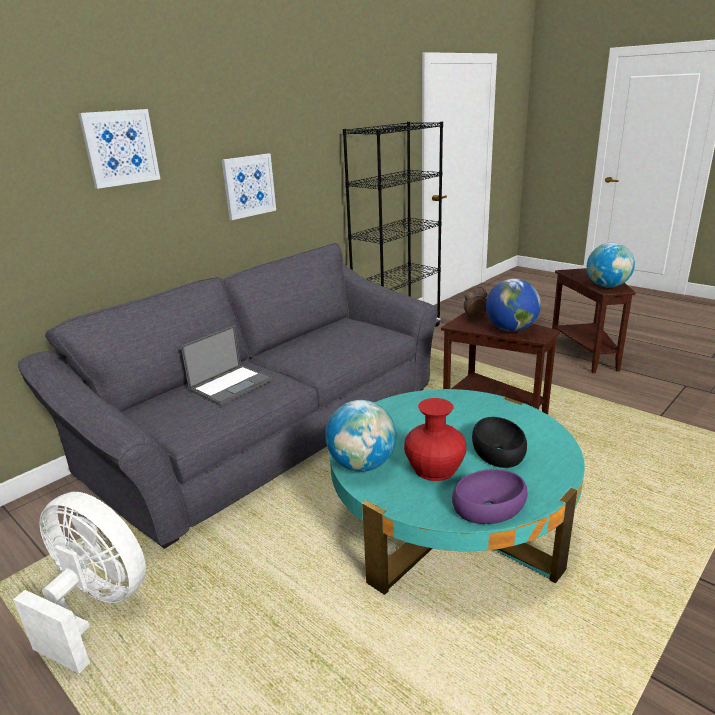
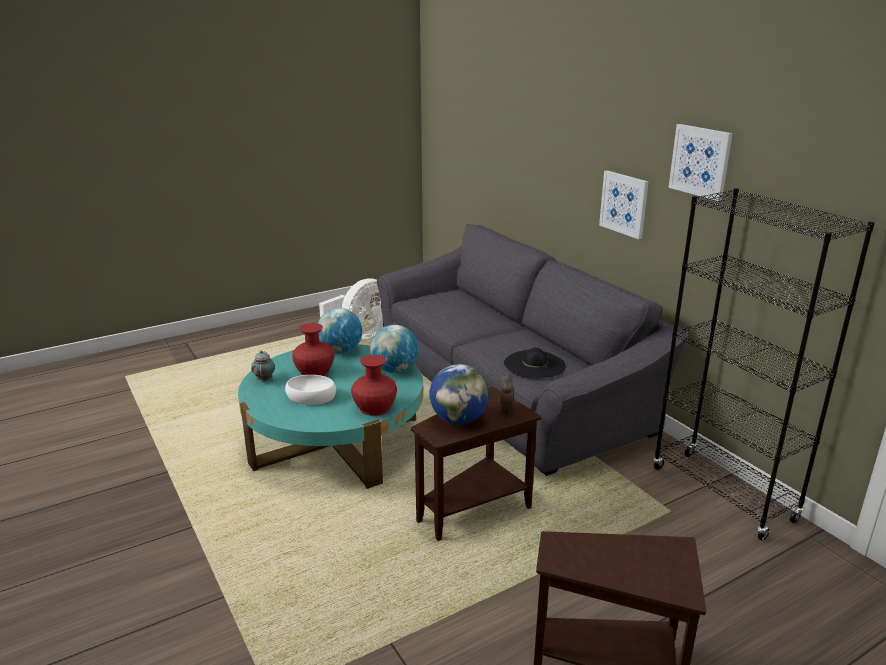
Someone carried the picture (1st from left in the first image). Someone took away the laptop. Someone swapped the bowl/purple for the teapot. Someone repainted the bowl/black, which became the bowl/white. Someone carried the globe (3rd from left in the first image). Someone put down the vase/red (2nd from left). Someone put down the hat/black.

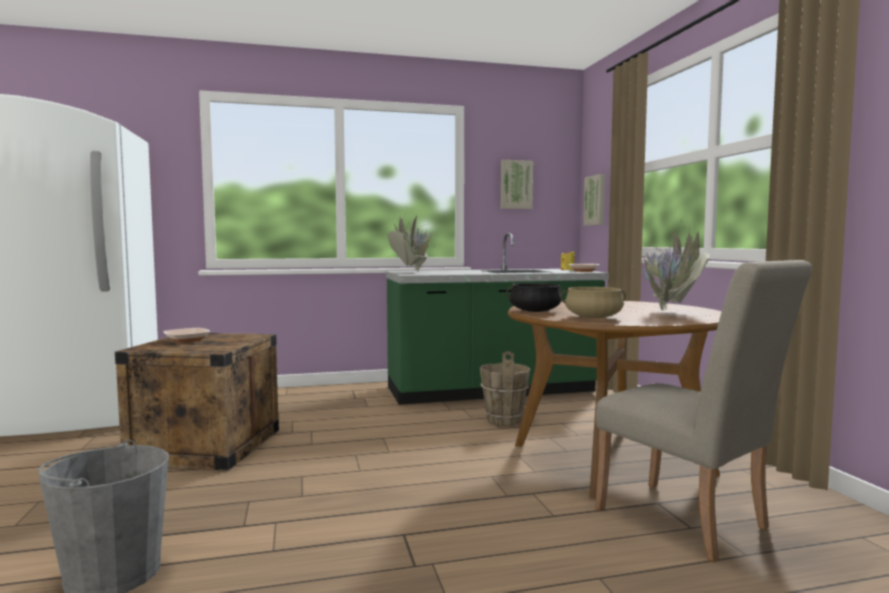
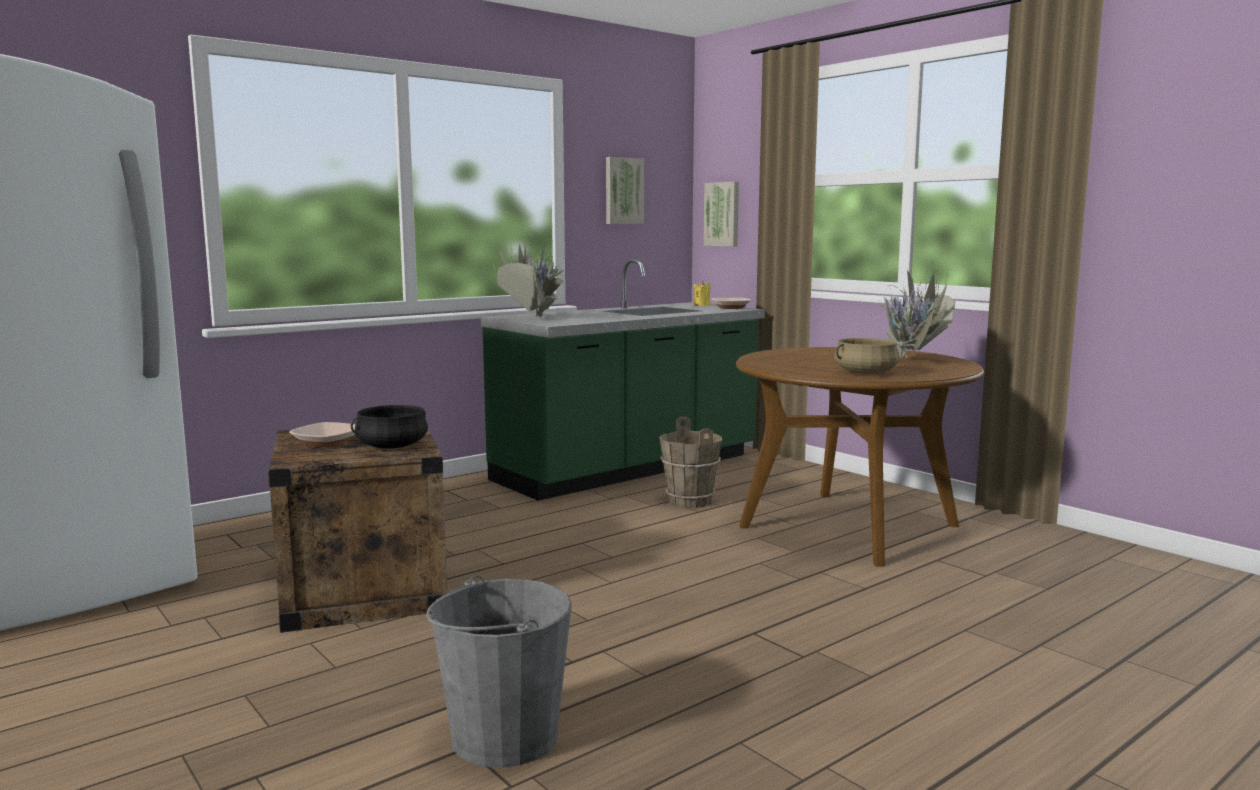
Someone carried the cooking pot/black. Someone took away the chair/beige.

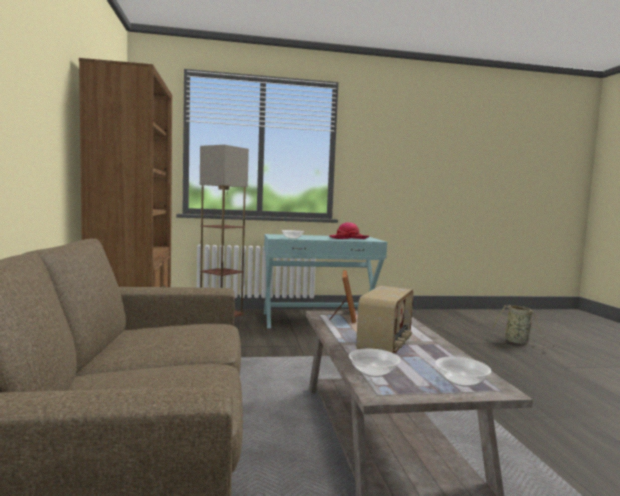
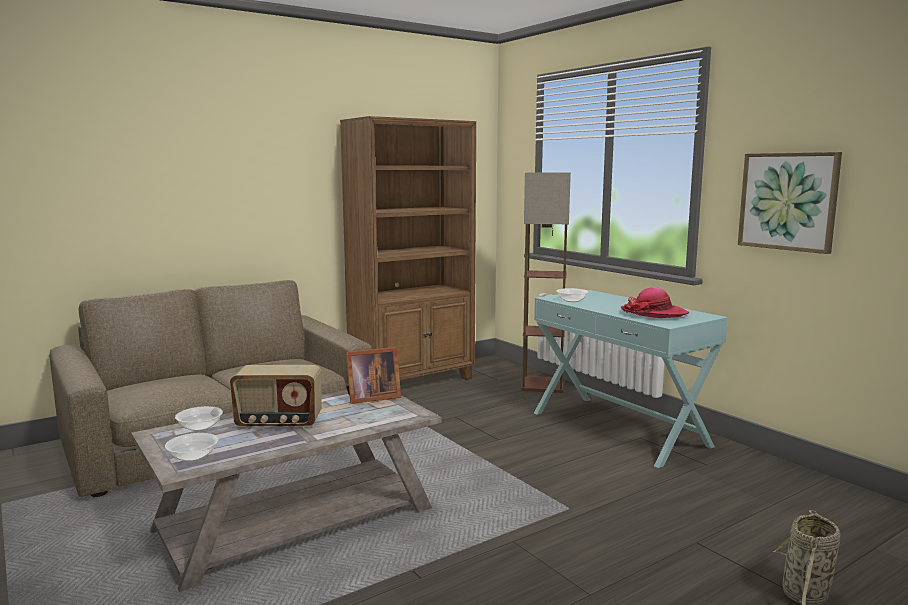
Someone put up the picture.

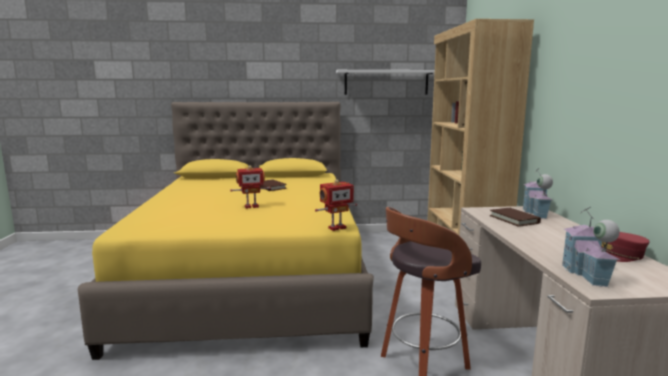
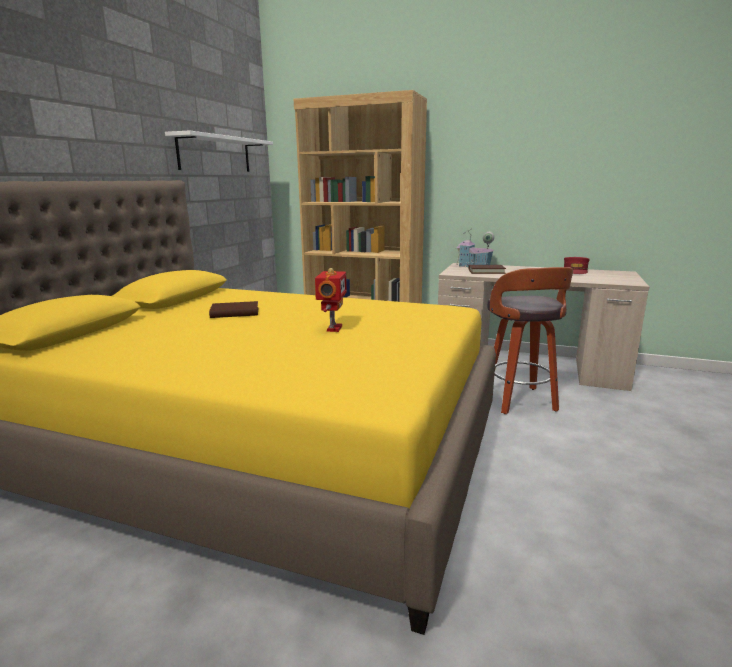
Someone took away the toy robot (2nd from left). Someone took away the toy house (2nd from left).

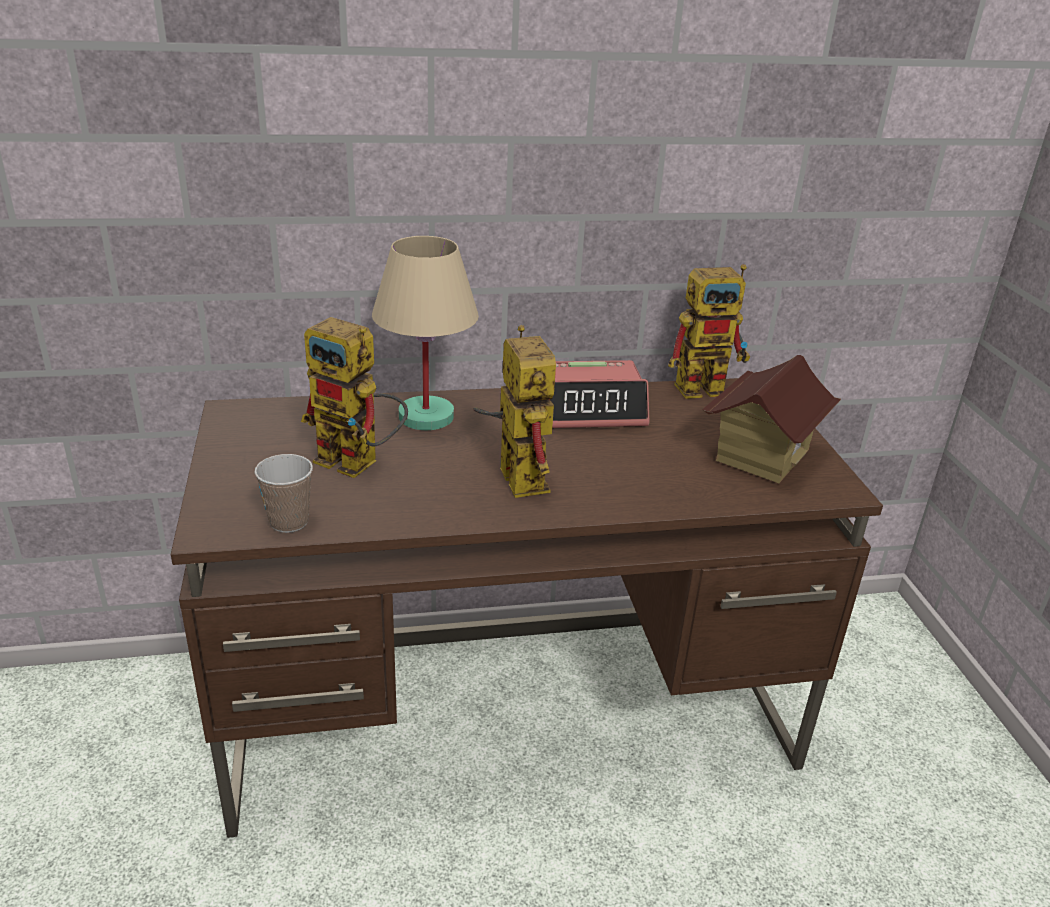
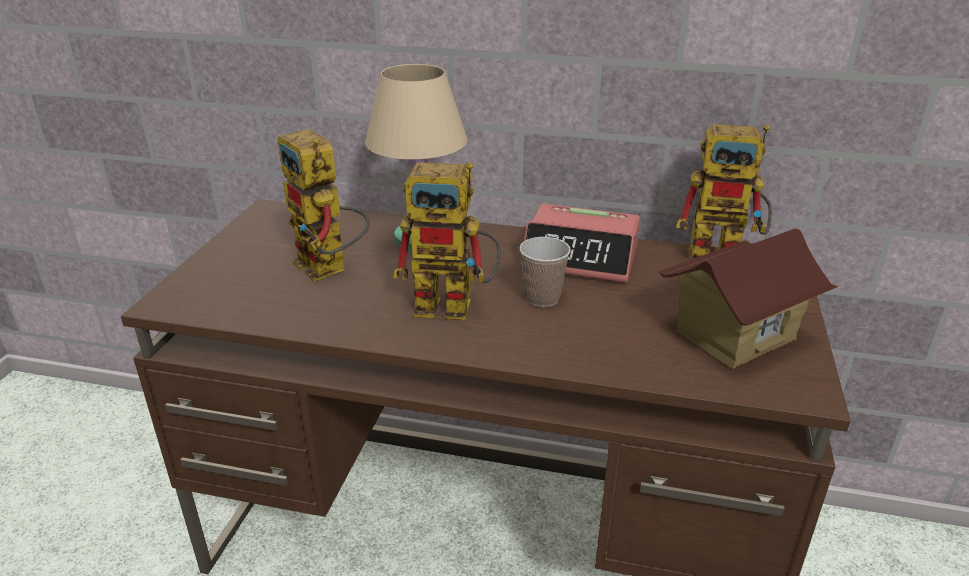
Someone carried the cup. Someone rotated the toy robot (2nd from left) by 90 degrees clockwise.

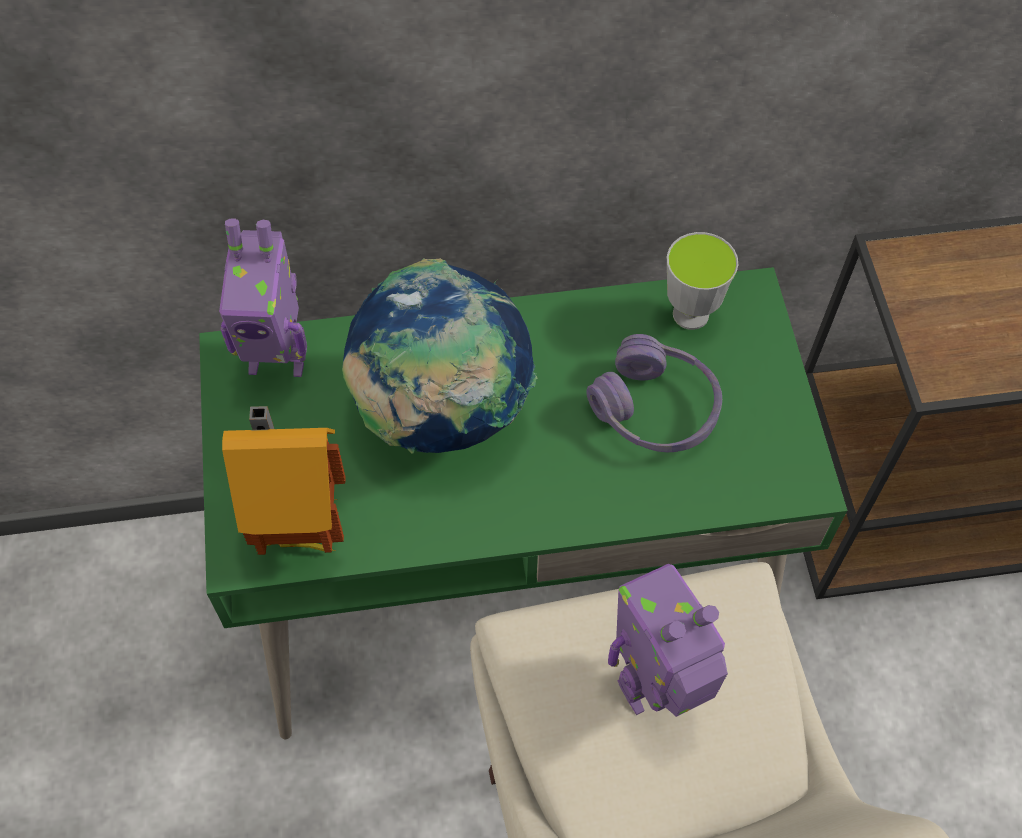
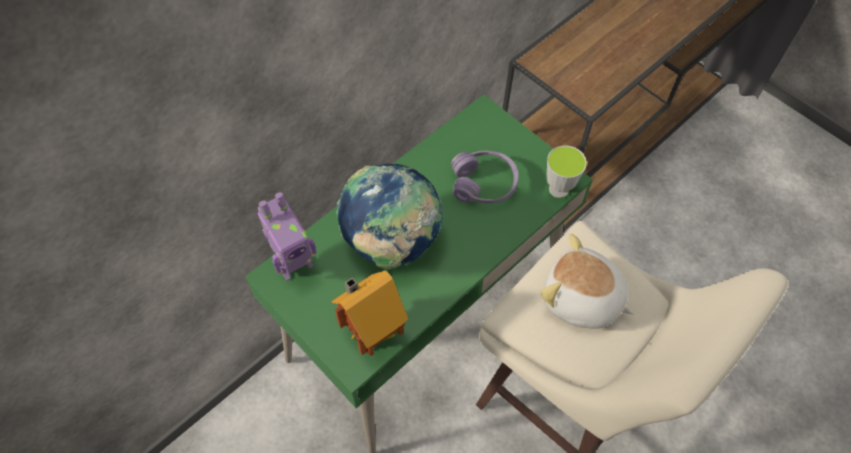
Someone swapped the toy robot (2nd from left) for the plush toy. Someone carried the cup.

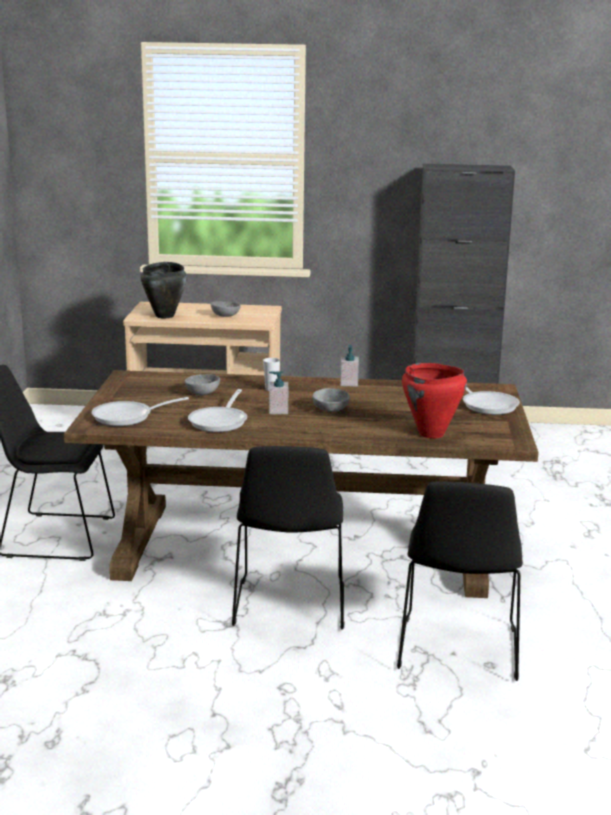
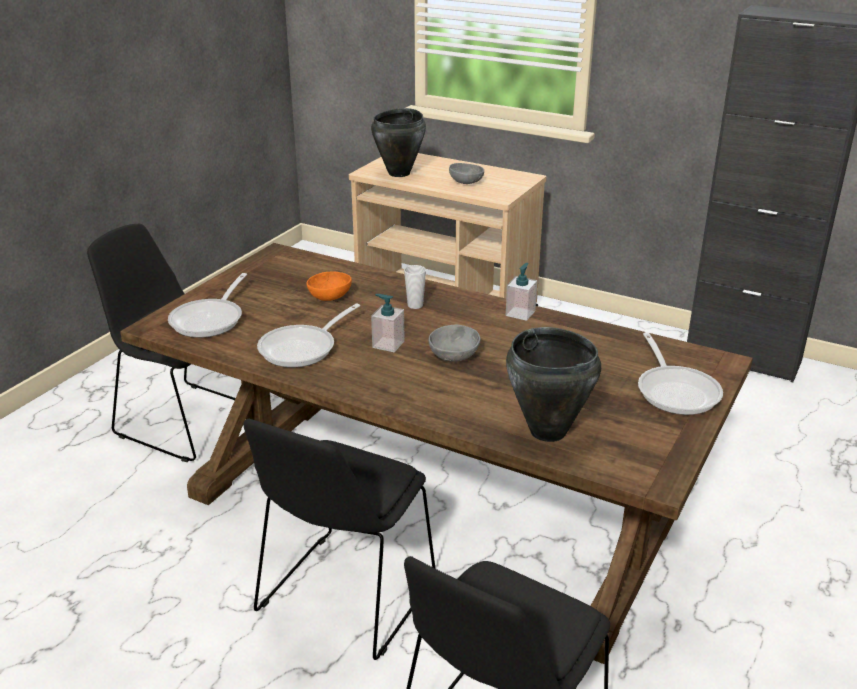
Someone rotated the frying pan (1st from left) by 75 degrees counterclockwise. Someone repainted the bowl/grey (1st from left), which became the bowl/orange. Someone repainted the cooking pot/red, which became the cooking pot/black (2nd from left).

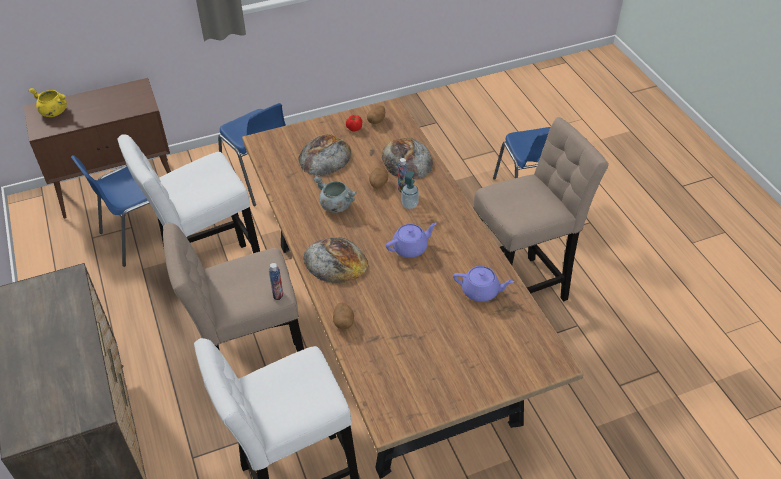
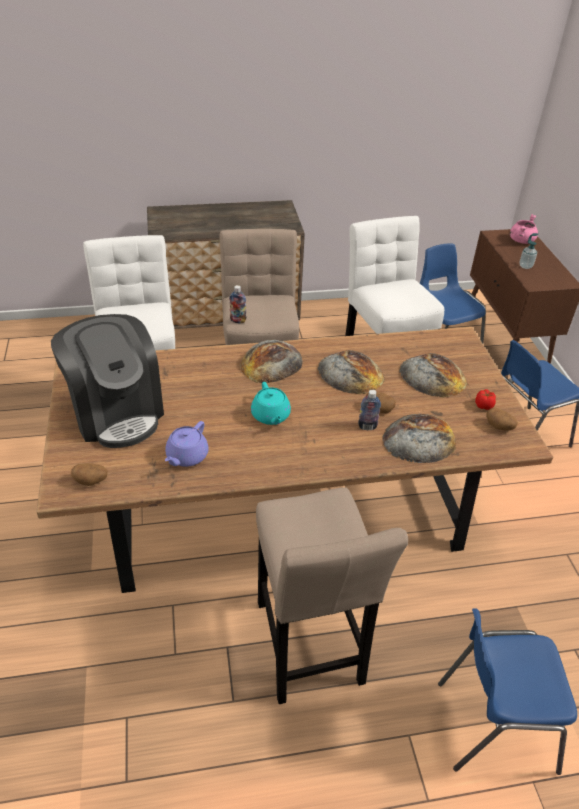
Someone repainted the cooking pot/yellow, which became the cooking pot/pink. Someone swapped the cooking pot/grey for the bread (2nd from left). Someone carried the potato (1st from left). Someone repainted the teapot/purple (1st from left), which became the teapot/turquoise. Someone carried the soap dispenser. Someone put down the coffee machine.

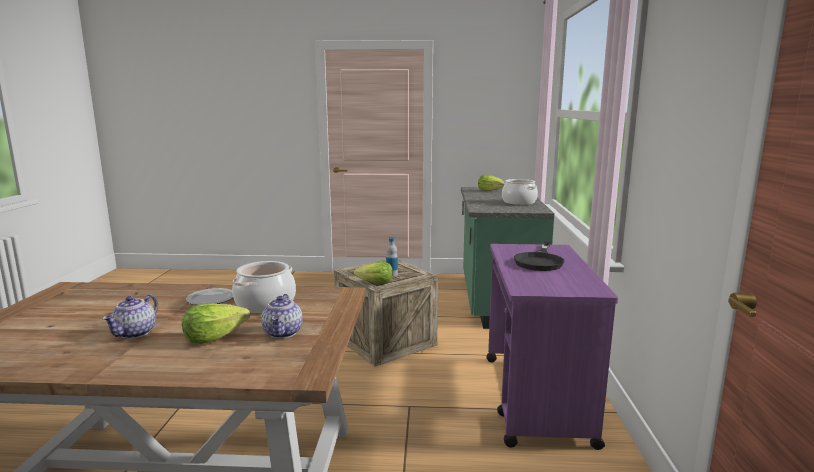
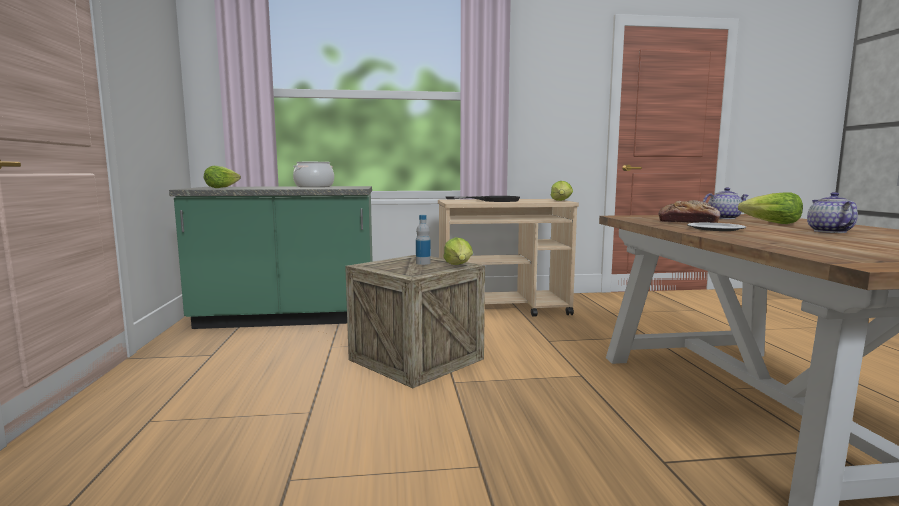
Someone rotated the teapot (1st from left in the first image) by 90 degrees counterclockwise. Someone swapped the cooking pot (1st from left) for the bread. Someone repainted the cart/purple, which became the cart/beige. Someone put down the lettuce (3rd from left).

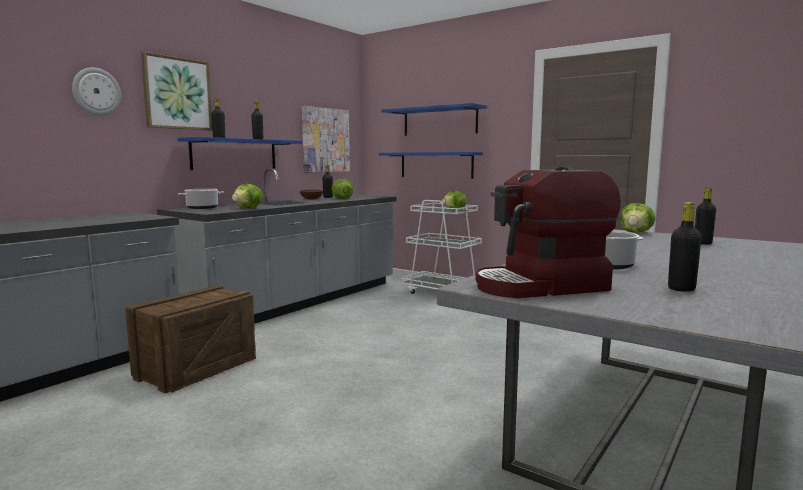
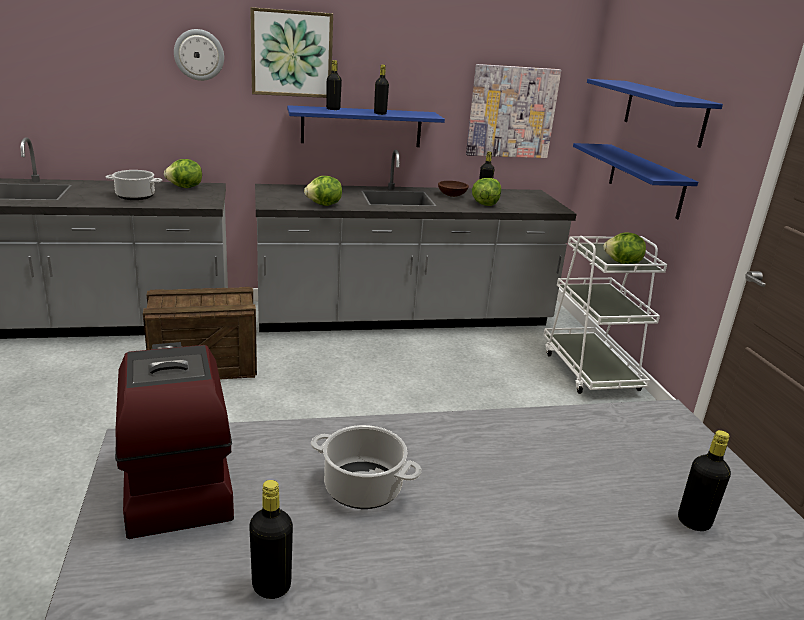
Someone carried the cooking pot (1st from left). Someone rotated the coffee machine by 45 degrees clockwise. Someone carried the lettuce (4th from left in the first image).

